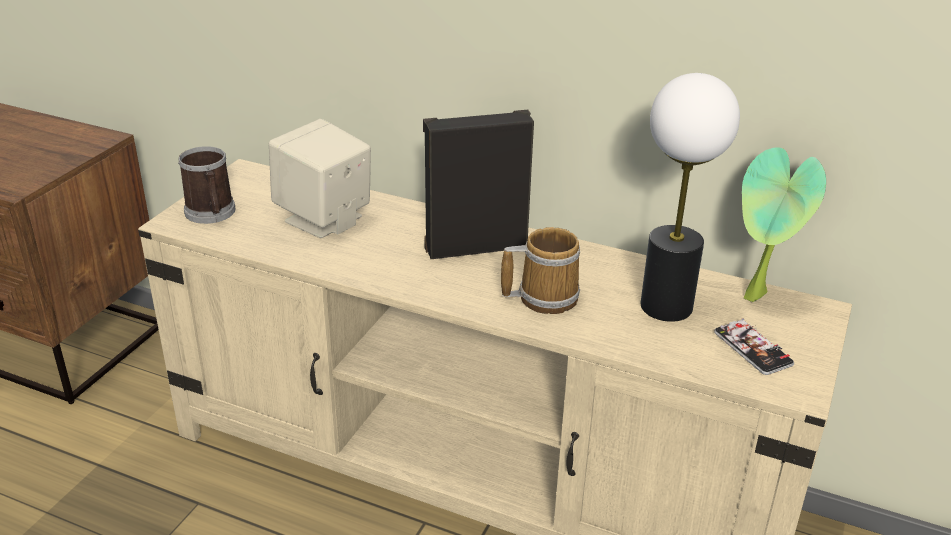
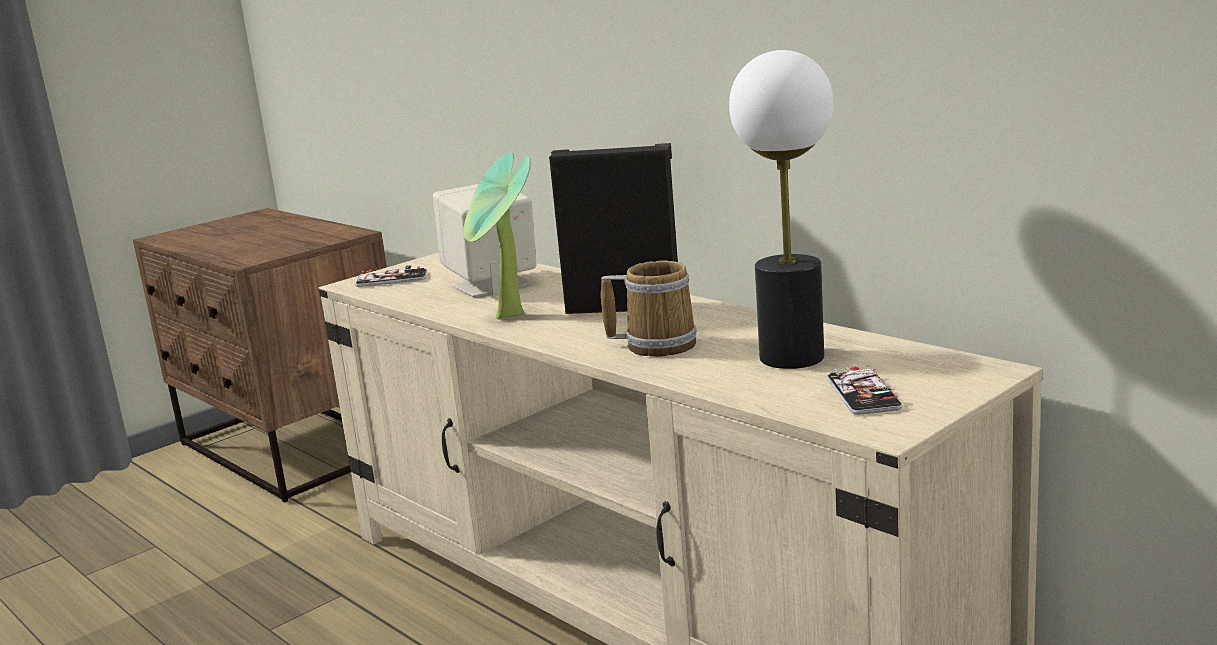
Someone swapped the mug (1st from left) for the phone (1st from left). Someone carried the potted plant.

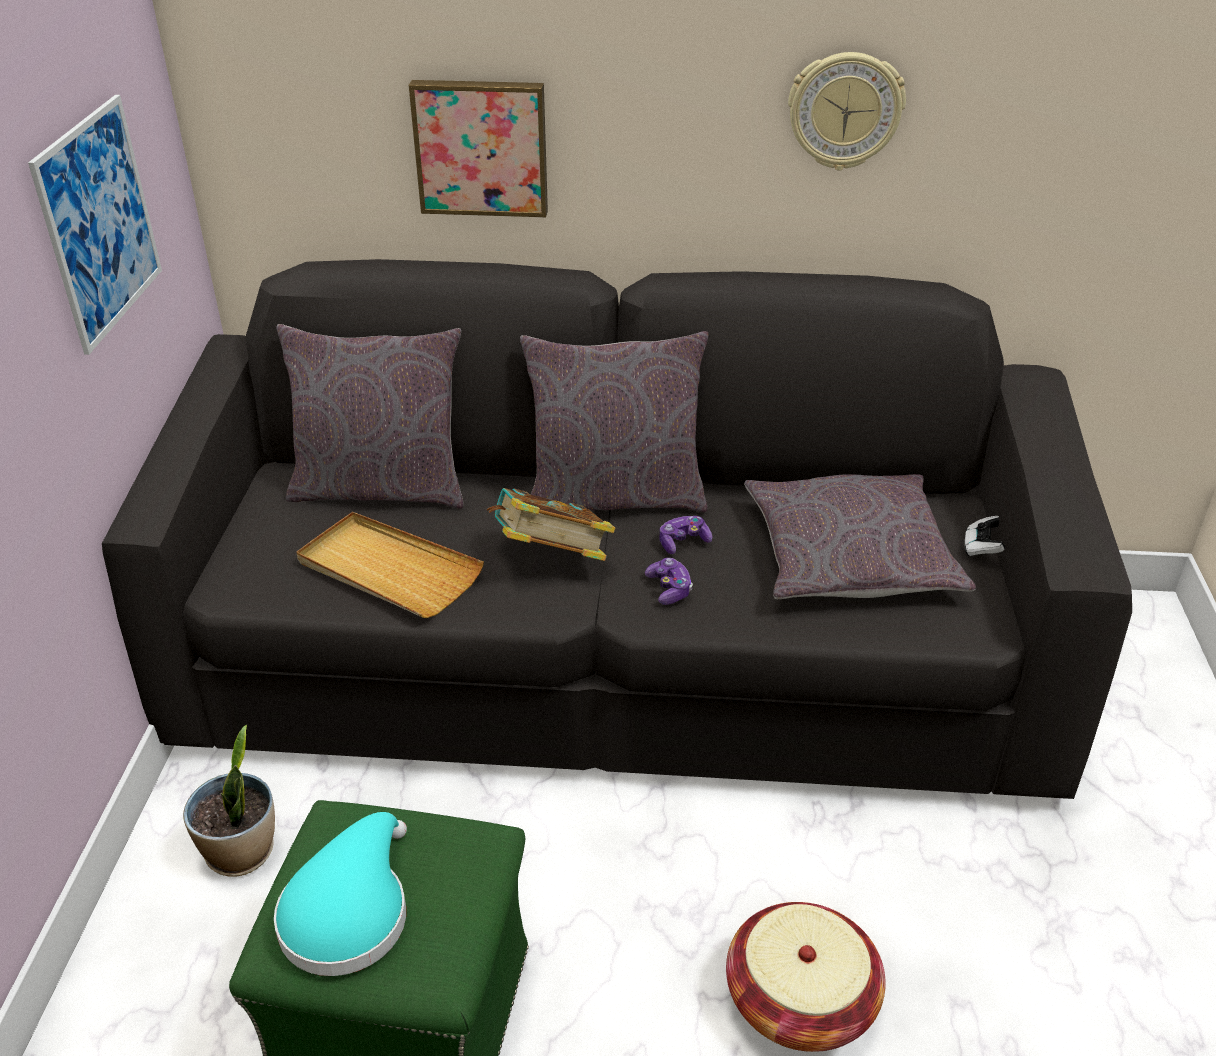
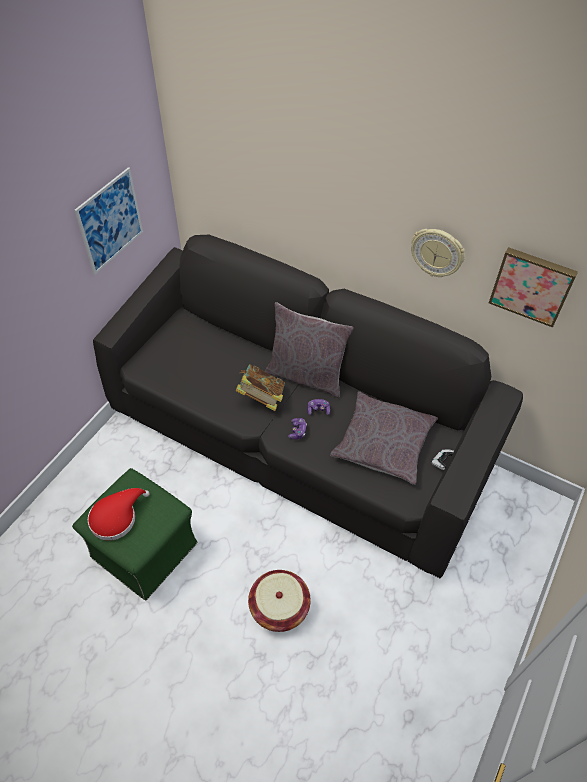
Someone took away the potted plant. Someone repainted the hat/turquoise, which became the hat/red. Someone took away the pillow/grey (1st from left). Someone took away the tray/beige. Someone carried the picture (2nd from left).

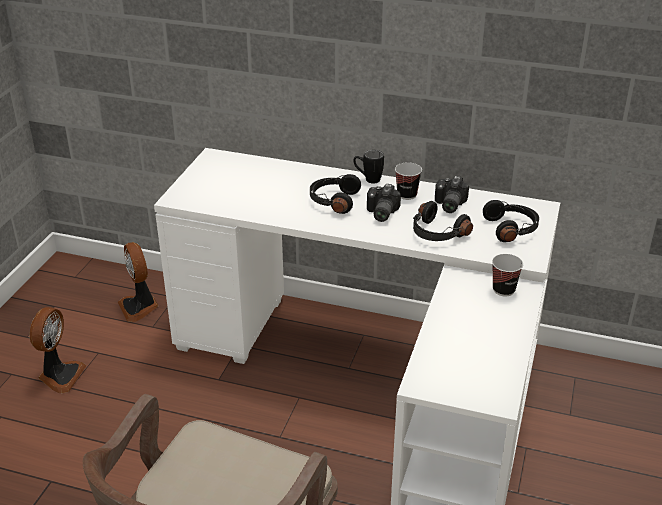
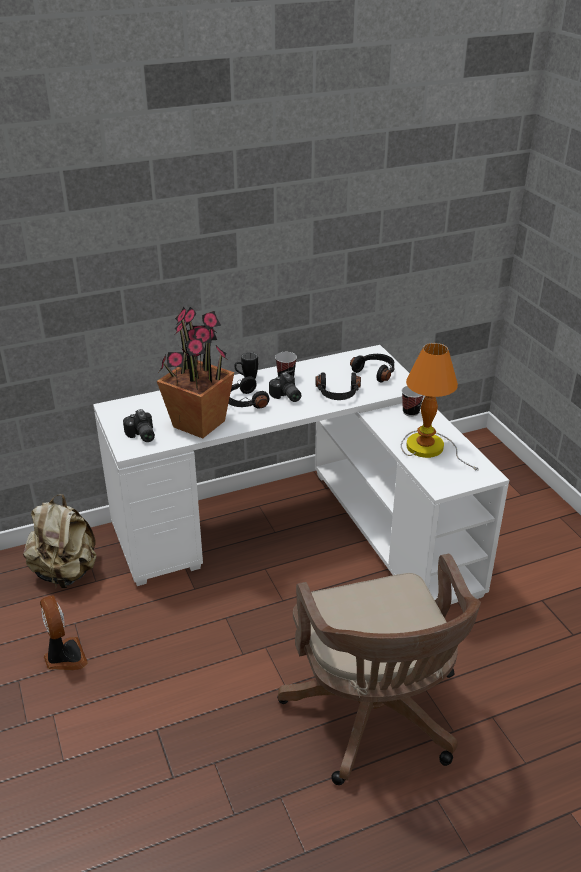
Someone swapped the fan (2nd from left) for the backpack/beige. Someone carried the photo camera (2nd from left in the first image). Someone put down the potted plant. Someone put down the table lamp.

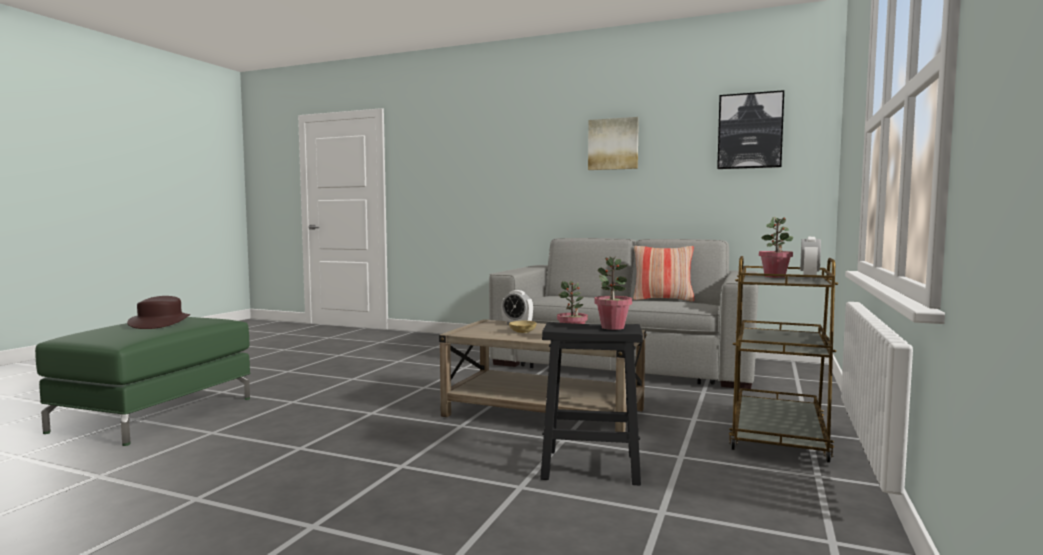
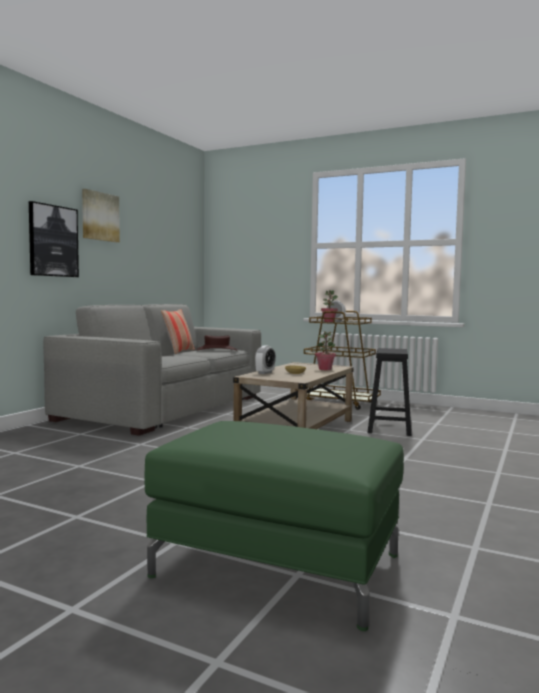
Someone carried the hat/brown. Someone took away the potted plant (2nd from left). Someone carried the picture (2nd from left in the first image).

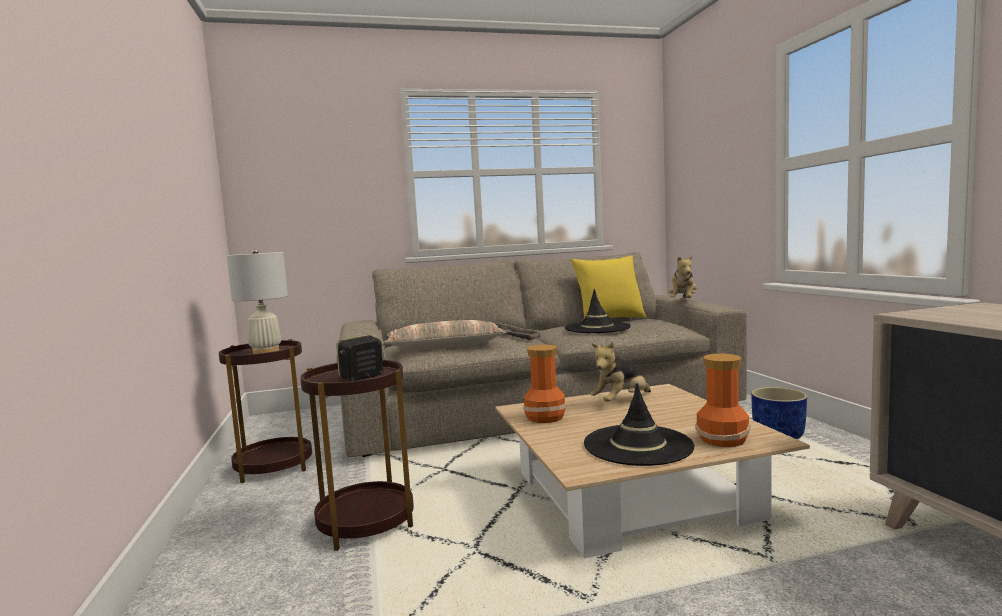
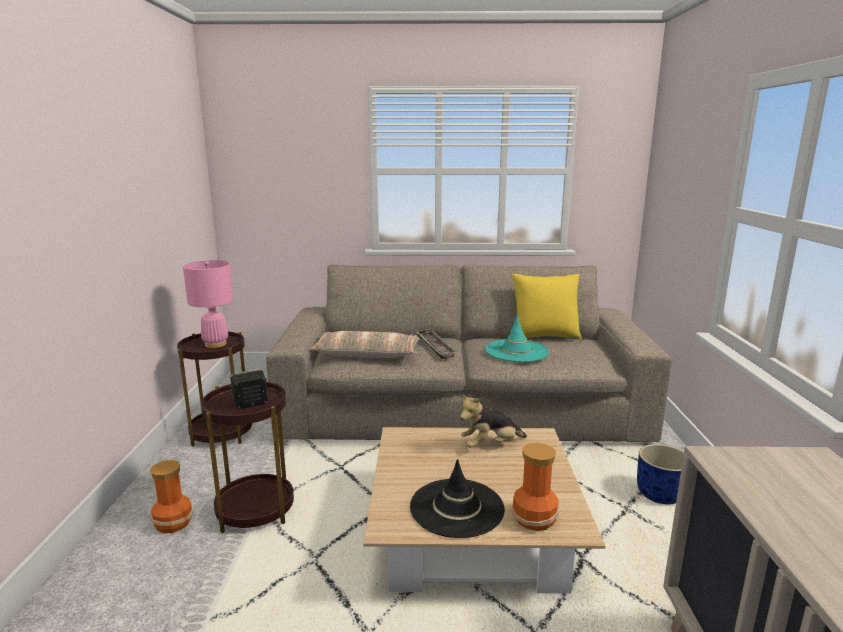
Someone repainted the table lamp/white, which became the table lamp/pink. Someone carried the vase (1st from left). Someone repainted the hat/black (1st from left), which became the hat/turquoise. Someone took away the plush toy (2nd from left).

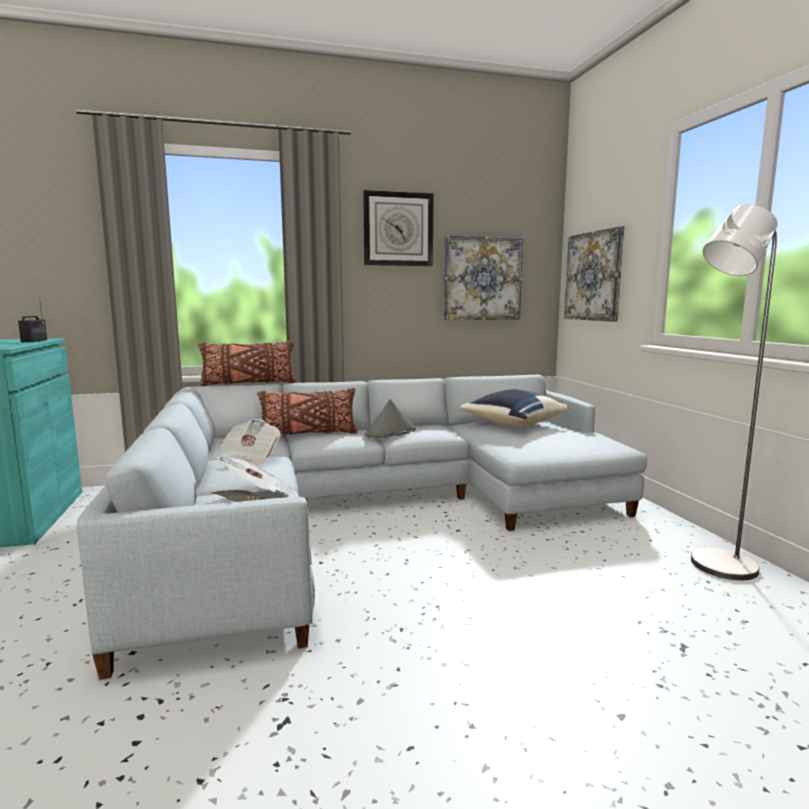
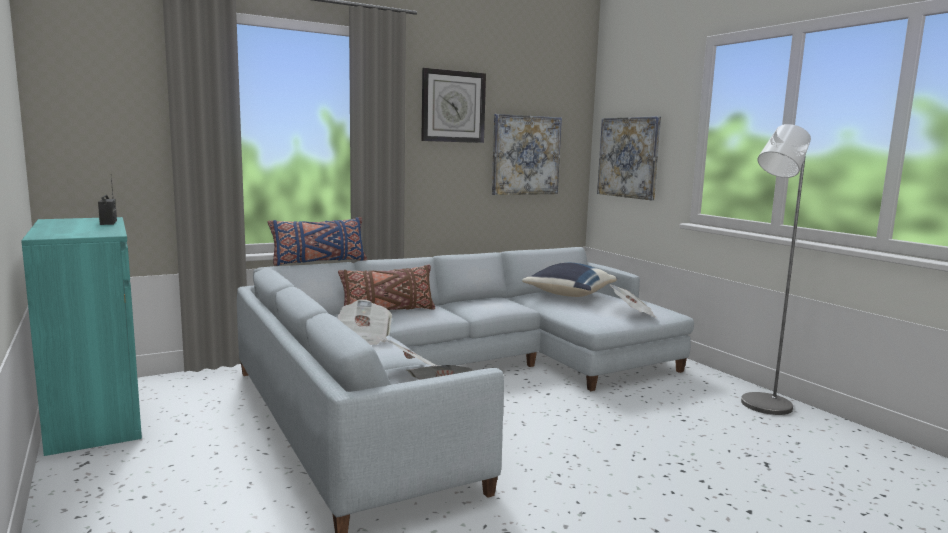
Someone repainted the pillow/brown (1st from left), which became the pillow/blue (1st from left). Someone took away the hat/grey. Someone put down the newspaper (4th from left).

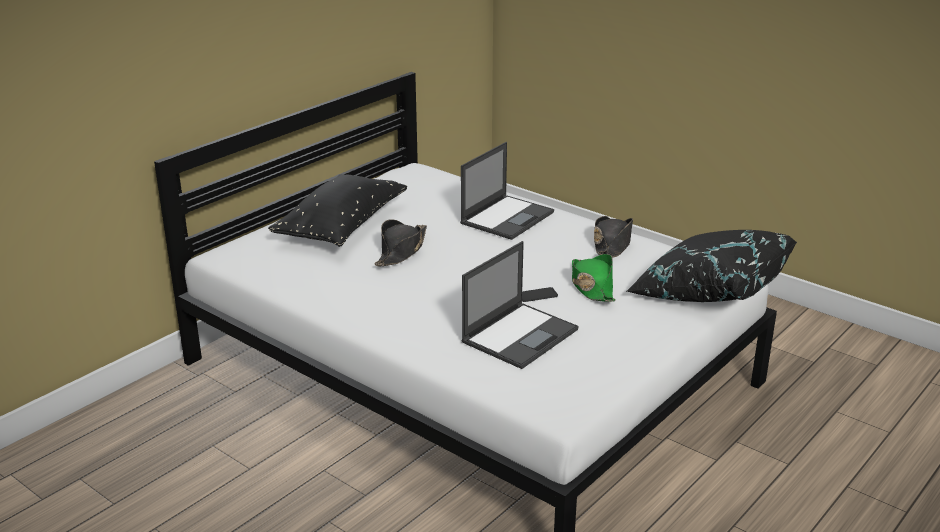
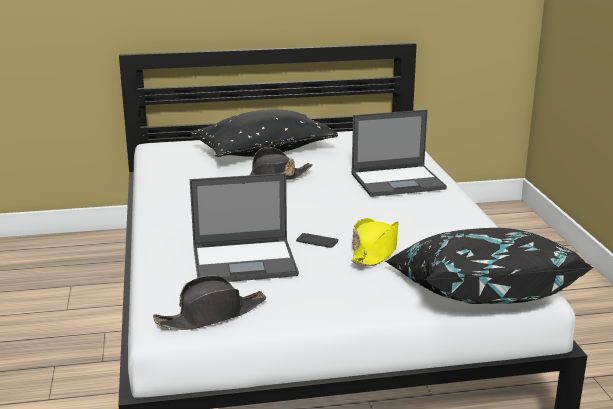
Someone repainted the hat/green, which became the hat/yellow. Someone carried the hat/black (2nd from left in the first image).

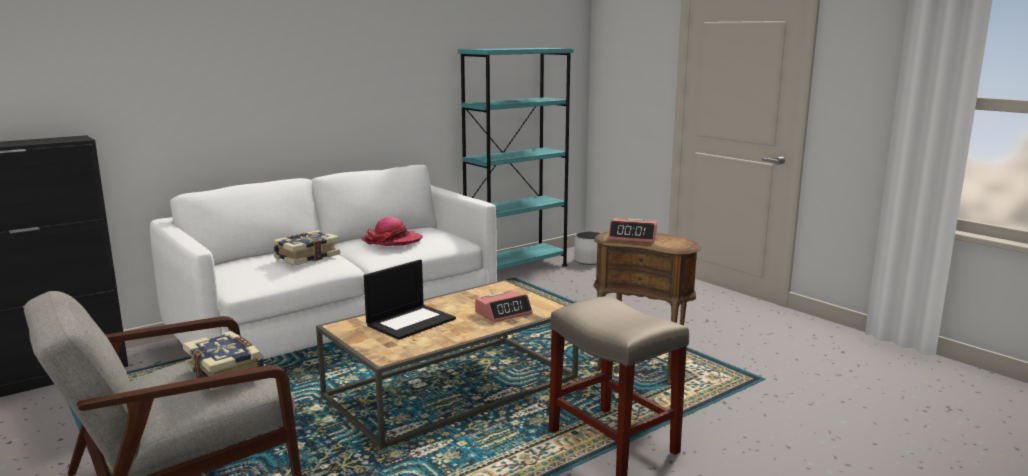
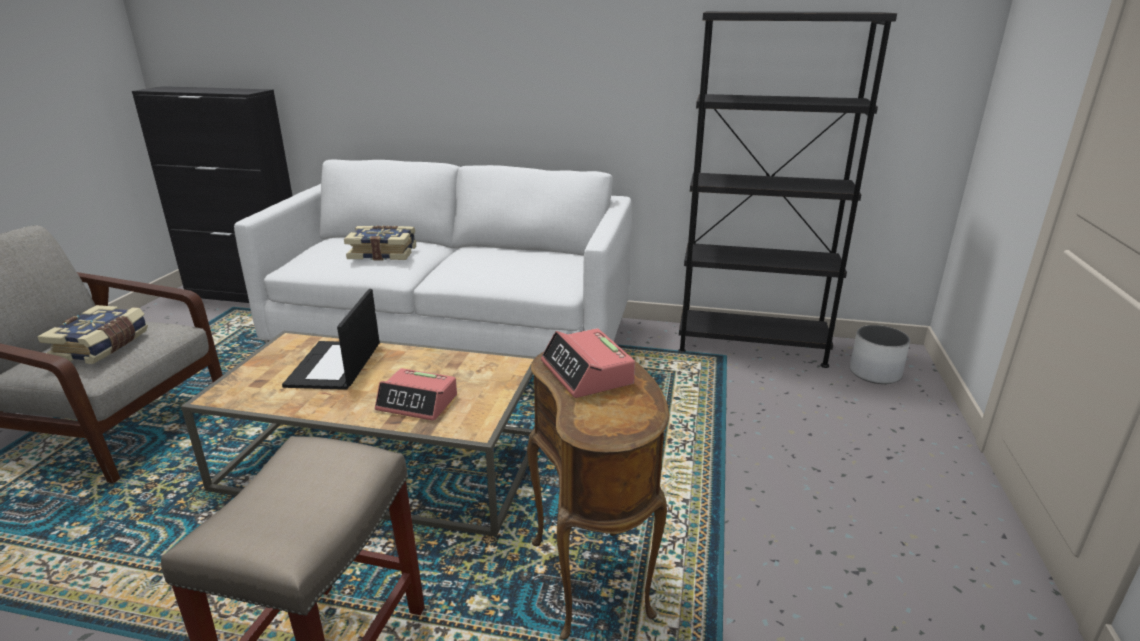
Someone took away the hat. Someone rotated the laptop by 90 degrees clockwise. Someone repainted the bookcase/turquoise, which became the bookcase/black.

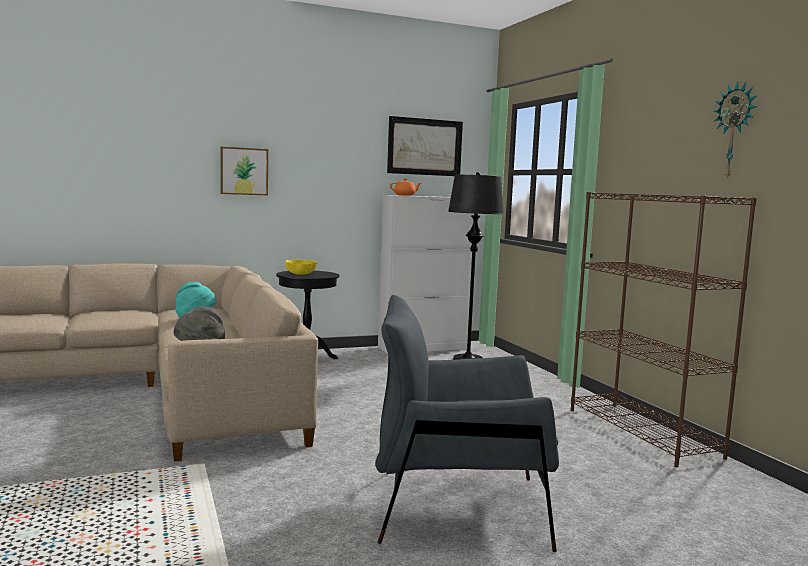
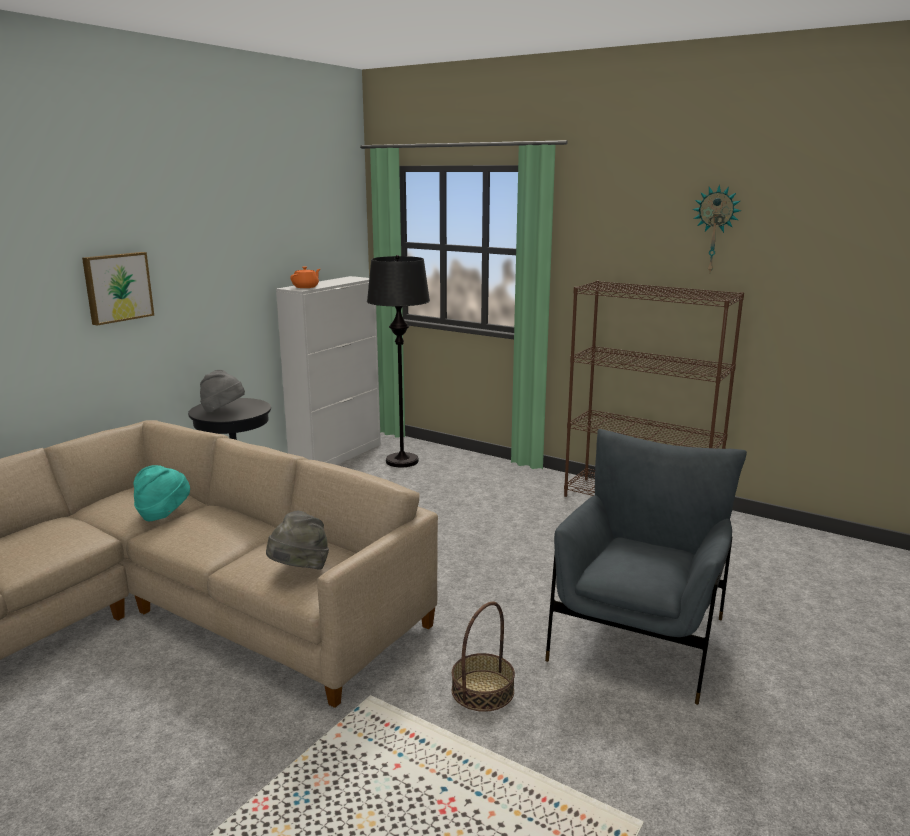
Someone swapped the bowl/yellow for the hat/grey (1st from left). Someone rotated the armchair/grey by 150 degrees clockwise. Someone took away the picture (2nd from left). Someone put down the basket.

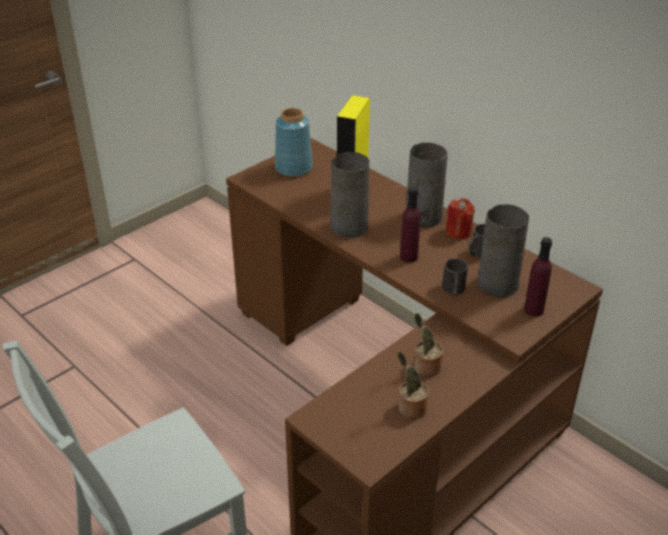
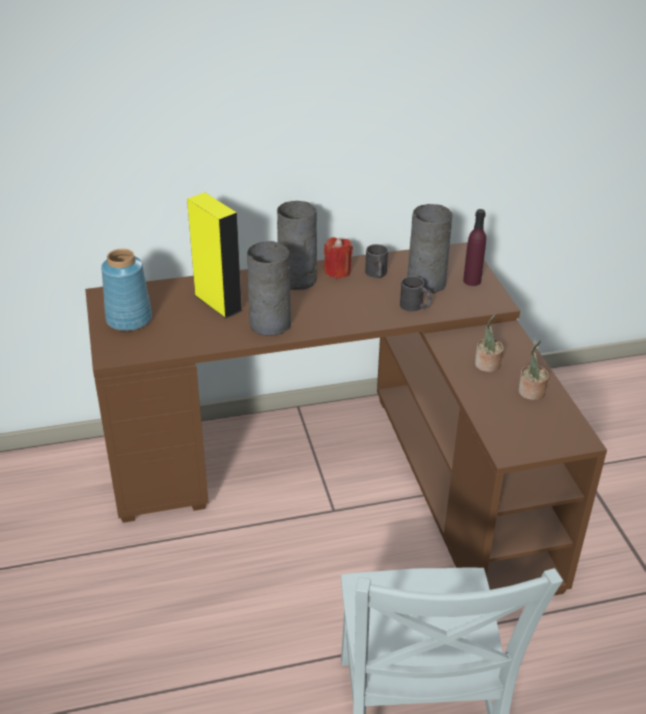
Someone took away the bottle/purple (1st from left).

